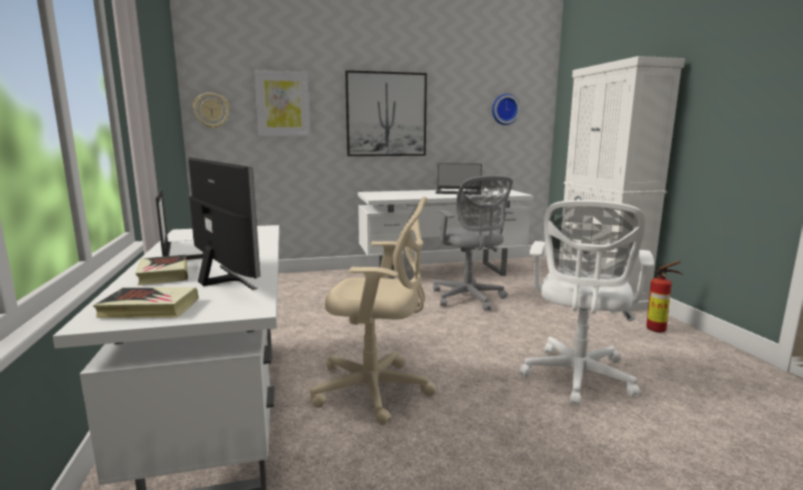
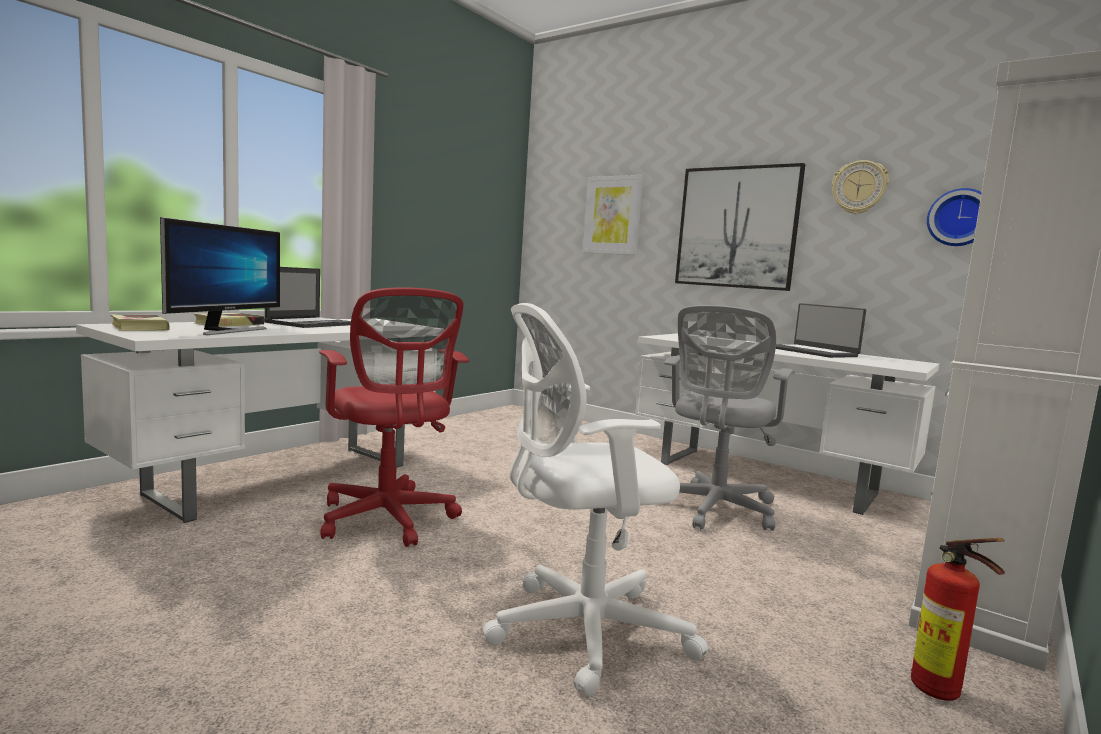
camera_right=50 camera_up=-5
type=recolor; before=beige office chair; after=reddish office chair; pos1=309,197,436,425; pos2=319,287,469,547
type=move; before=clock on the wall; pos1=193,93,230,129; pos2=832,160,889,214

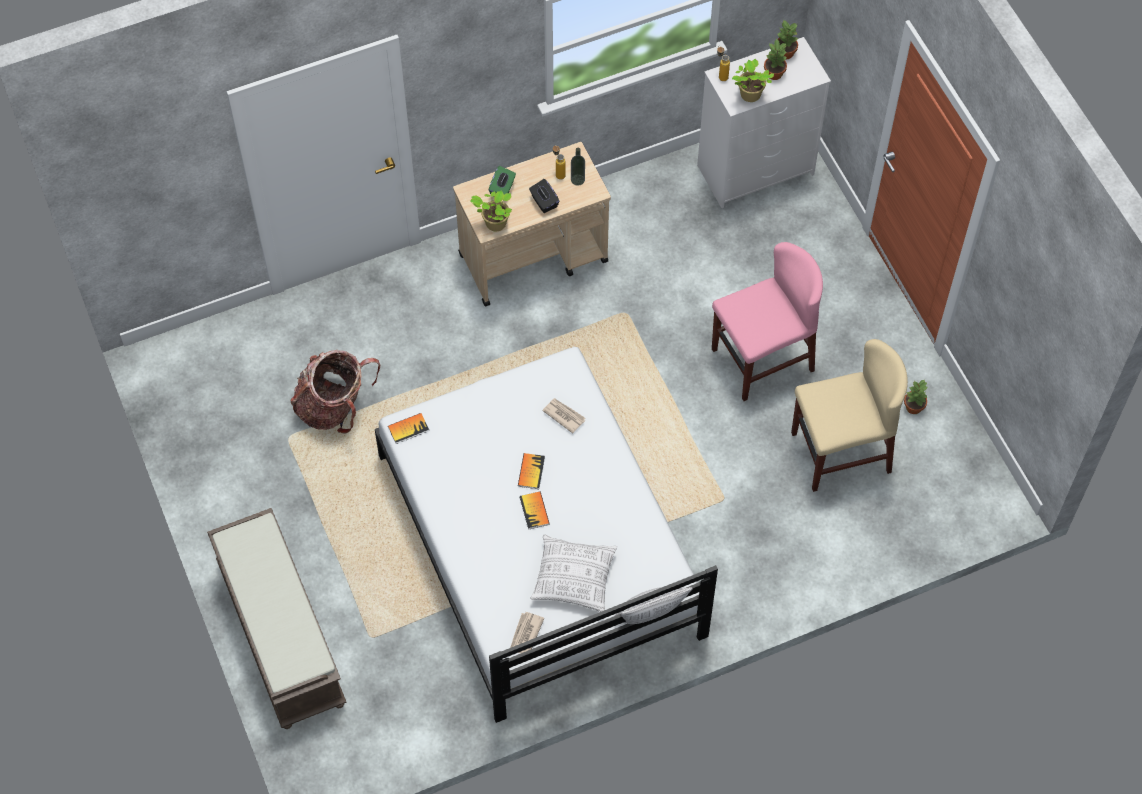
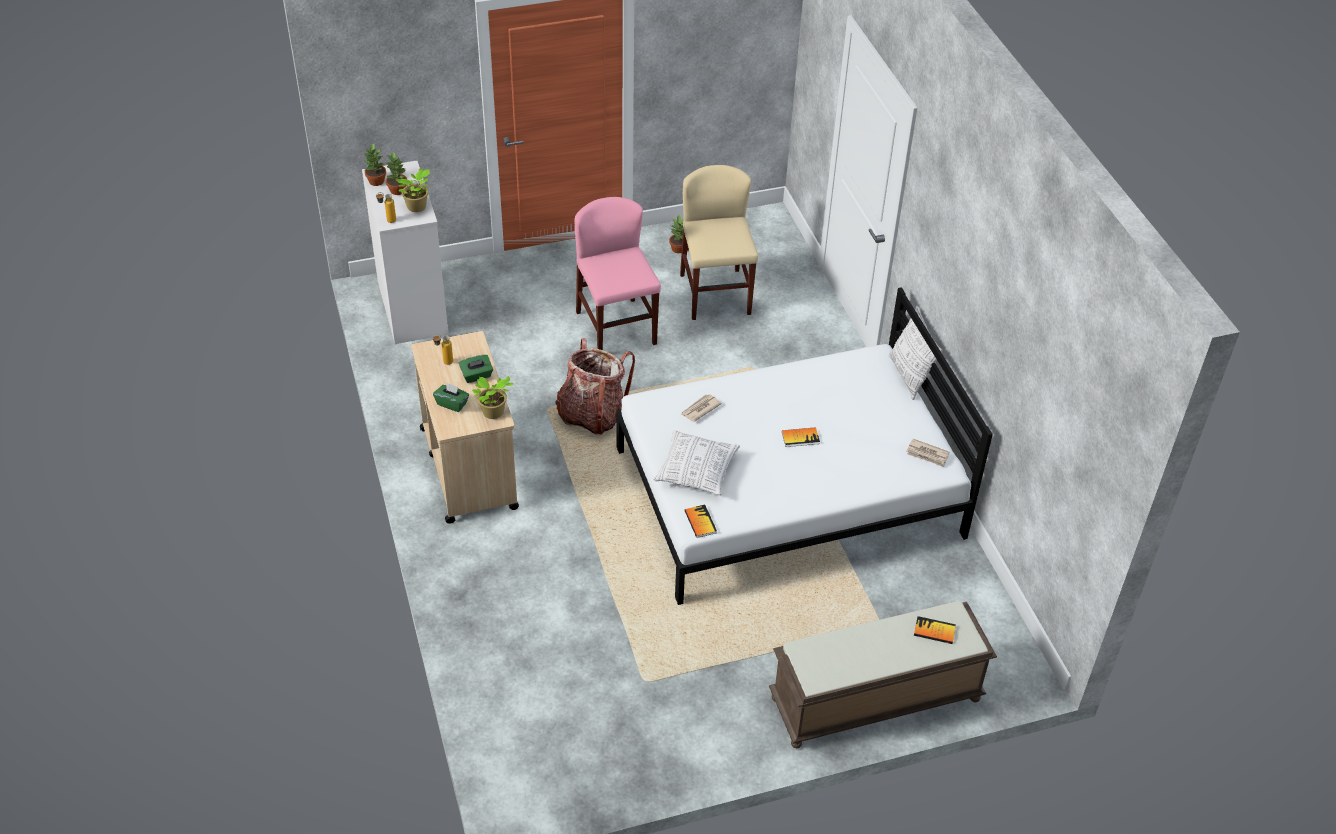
camera_right=-85 camera_up=-15
type=recolor; before=black tissue holder; after=green-coloured tissue holder; pos1=529,179,559,213; pos2=459,355,493,383
type=move; before=backpack; pos1=290,350,380,434; pos2=555,338,635,435
type=move; before=throw pillow; pos1=531,534,617,612; pos2=653,430,740,495
type=move; before=book; pos1=518,453,545,489; pos2=914,616,956,644
type=delete; before=drink bottle; pos1=571,148,585,186

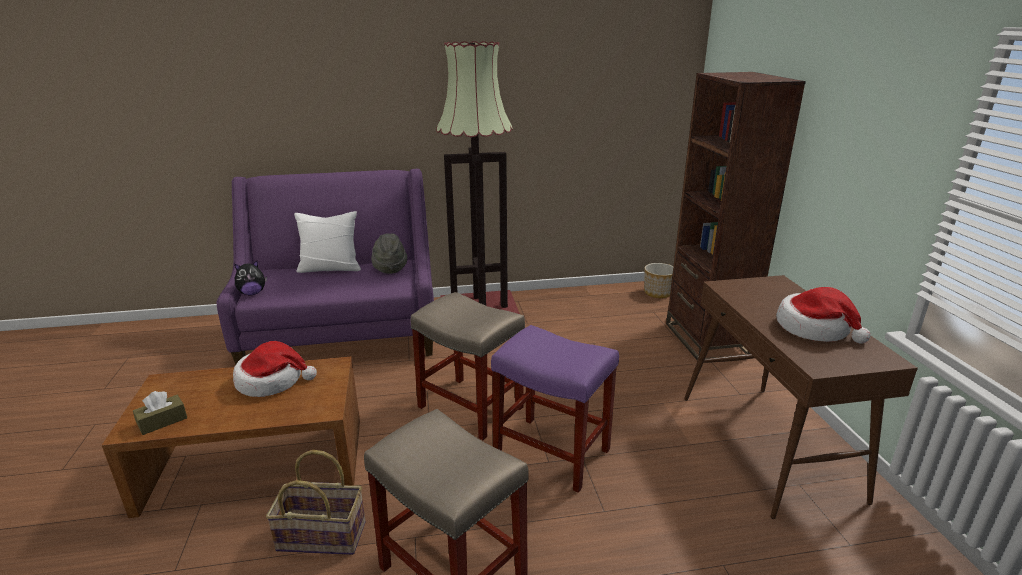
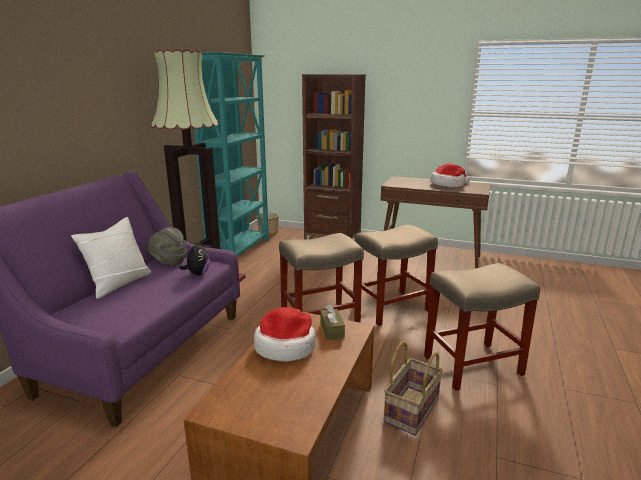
camera_right=-60 camera_up=-5
type=move; before=plush toy; pos1=235,261,267,295; pos2=179,240,210,275
type=insert; after=blue-green bookcase; pos2=194,52,269,256
type=move; before=brown-coloured tissue holder; pos1=133,391,187,435; pos2=320,305,345,340
type=recolor; before=purple sitting stool; after=beige sitting stool; pos1=491,325,619,493; pos2=353,225,438,326

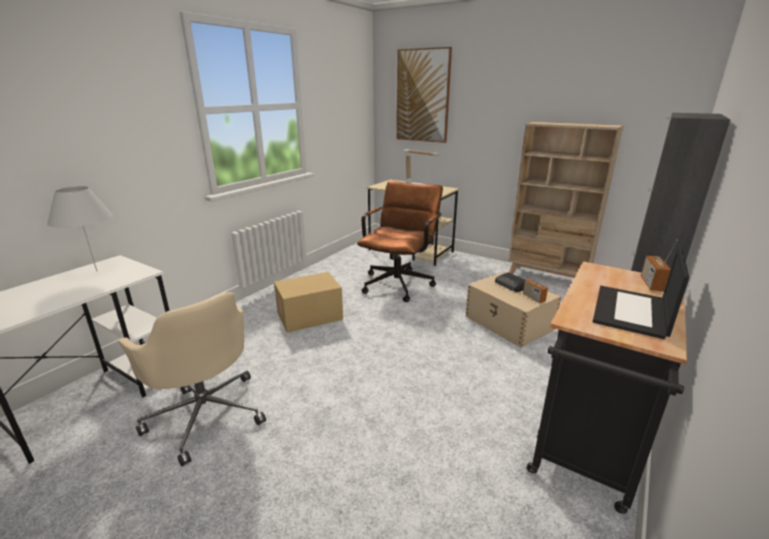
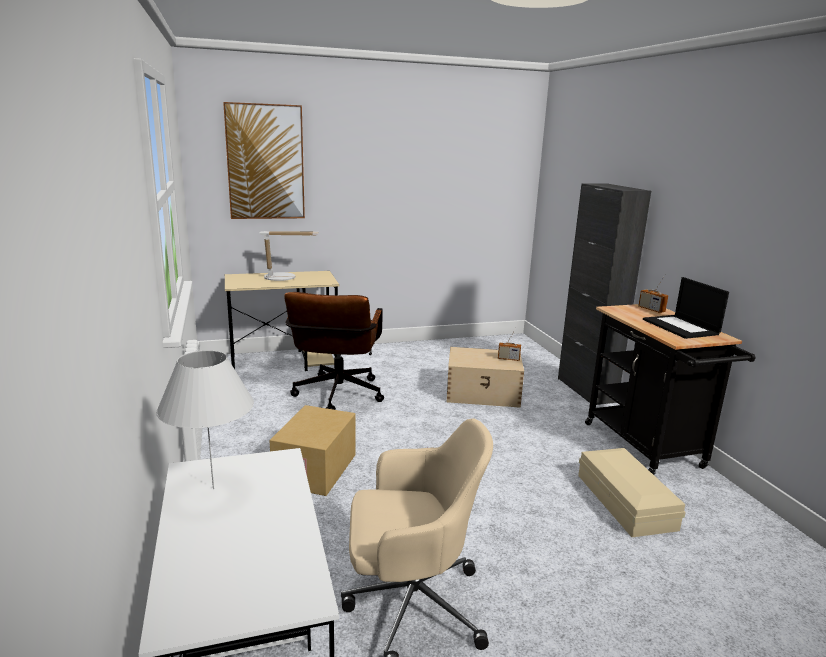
camera_right=-50 camera_up=-5
type=rotate; before=brown-coloured office chair; pos1=357,181,443,302; pos2=284,292,384,410; turn=-150
type=insert; after=beige storage container; pos2=578,448,686,537
type=delete; before=radio; pos1=495,272,526,292
type=delete; before=beige bookcase; pos1=508,122,623,278

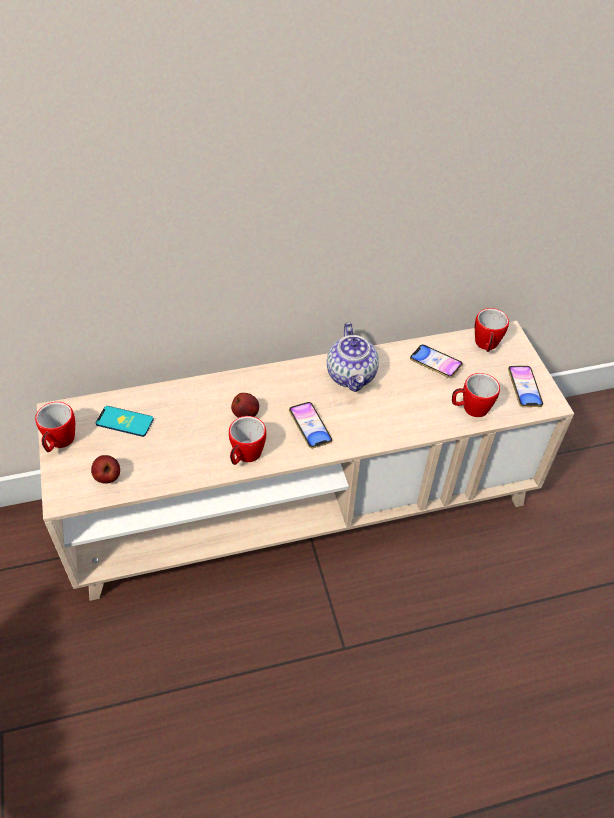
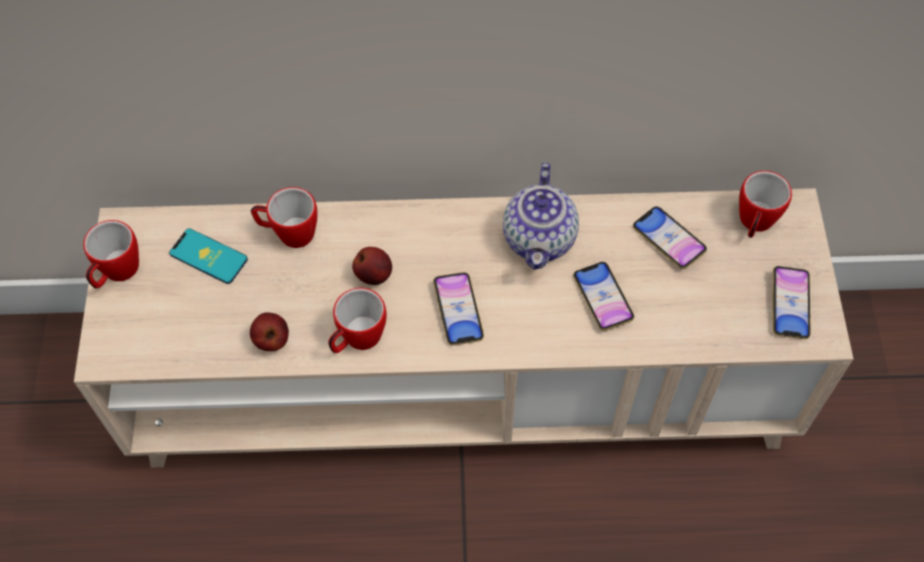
camera_right=15 camera_up=10
type=move; before=whole apple; pos1=91,455,120,484; pos2=250,312,289,351
type=move; before=tea mug; pos1=452,373,500,417; pos2=251,187,318,248
type=insert; after=handset; pos2=573,262,634,331

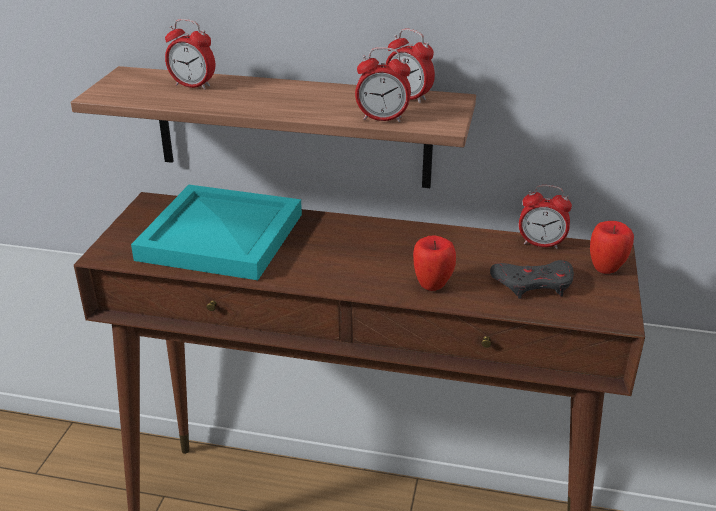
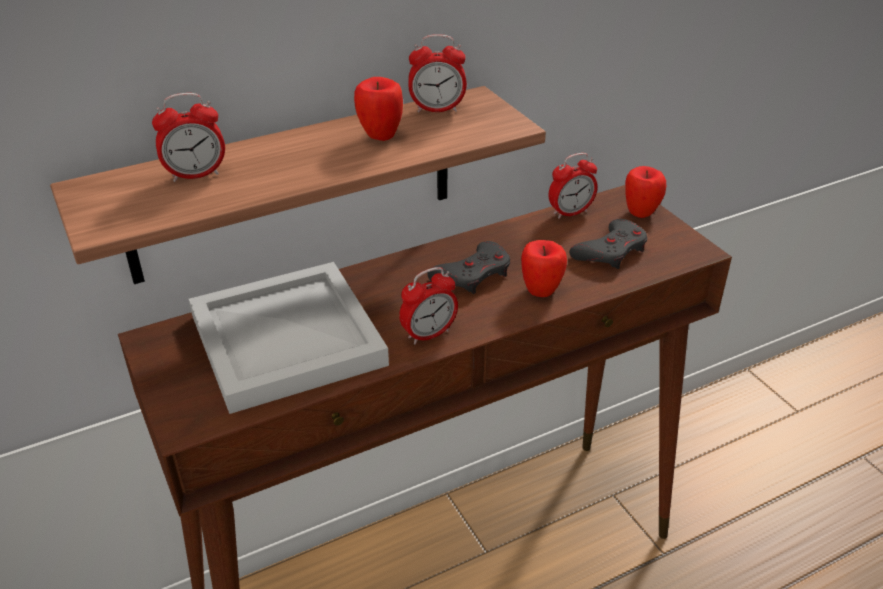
camera_right=-40 camera_up=5
type=recolor; before=blue-green carrying tray; after=white-coloured carrying tray; pos1=131,185,302,280; pos2=189,262,389,414
type=insert; after=whole apple; pos2=354,77,403,141
type=move; before=table clock; pos1=355,47,411,122; pos2=399,267,458,345
type=insert; after=grey joypad; pos2=427,241,510,294

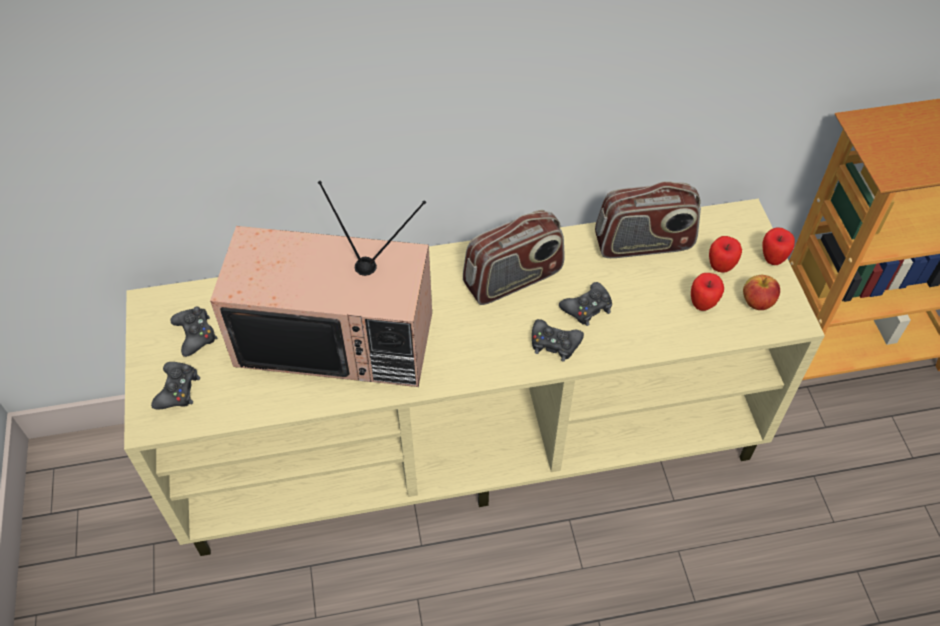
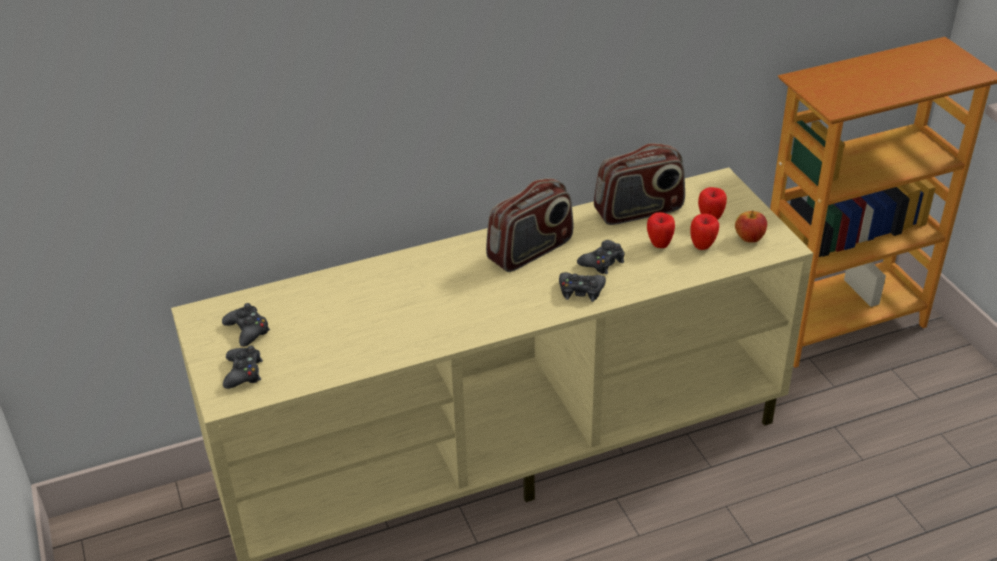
camera_right=-10 camera_up=-15
type=move; before=whole apple; pos1=762,227,795,265; pos2=647,212,675,248
type=delete; before=TV; pos1=210,181,432,387

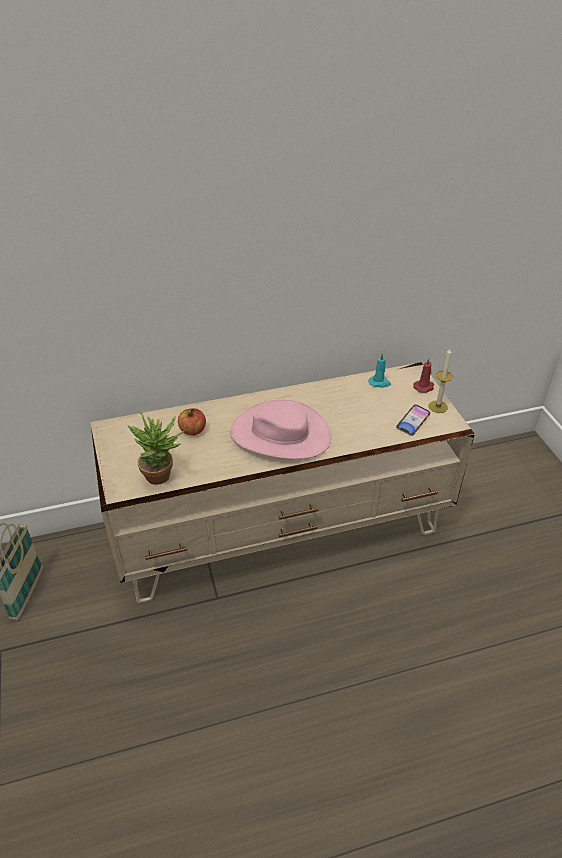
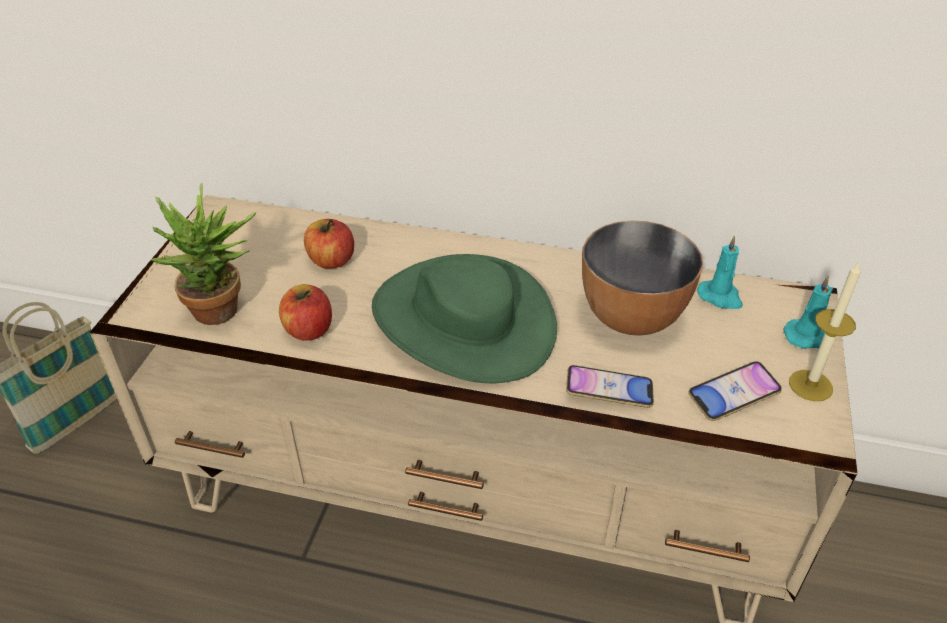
camera_right=30 camera_up=0
type=insert; after=whole apple; pos2=279,284,332,341
type=recolor; before=pink-coloured clothing hat; after=green-coloured clothing hat; pos1=230,400,331,459; pos2=372,254,557,383
type=insert; after=handset; pos2=566,365,654,408
type=insert; after=serving bowl; pos2=582,220,703,336
type=recolor; before=reddish candle; after=blue-green candle; pos1=413,358,434,393; pos2=783,275,833,349

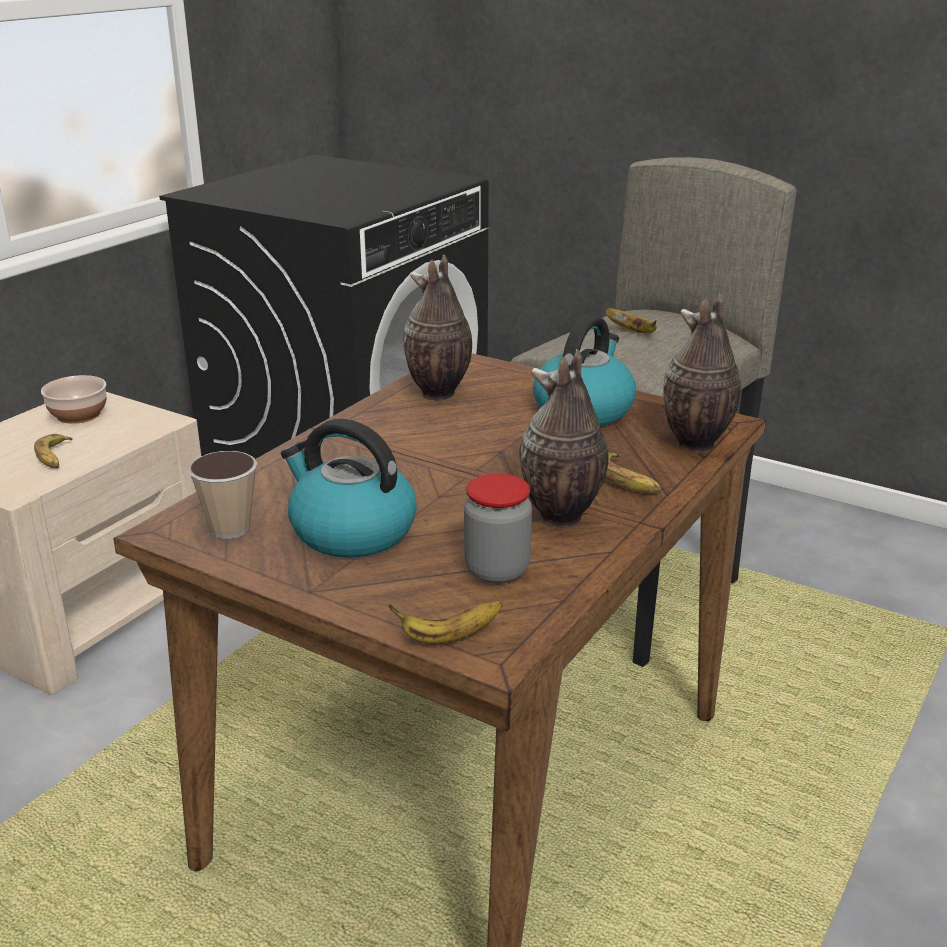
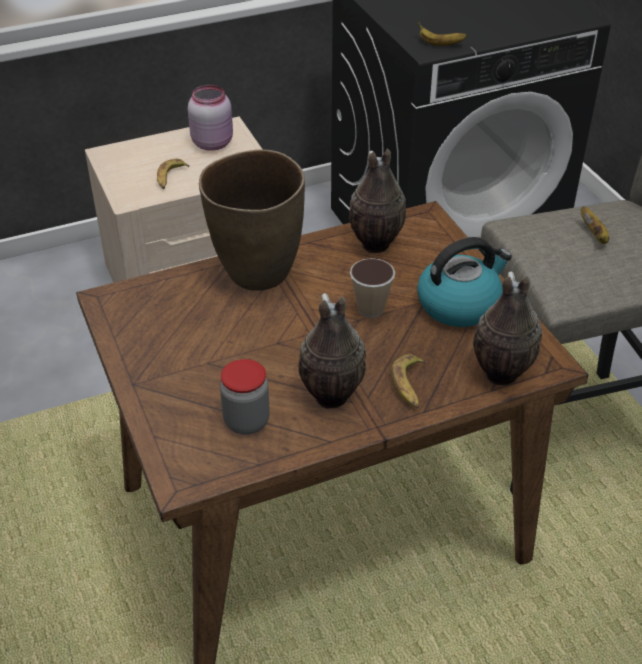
camera_right=35 camera_up=15
type=replace; before=serving bowl; after=pink-coloured preserve jar; pos1=41,375,107,424; pos2=188,85,233,151
type=insert; after=brown-coloured decorative vase; pos2=199,149,305,291
type=move; before=drinking cup; pos1=188,451,257,539; pos2=350,258,395,318
type=move; before=banana fruit; pos1=388,600,502,644; pos2=418,21,467,46
type=delete; before=kettle; pos1=281,419,417,558

